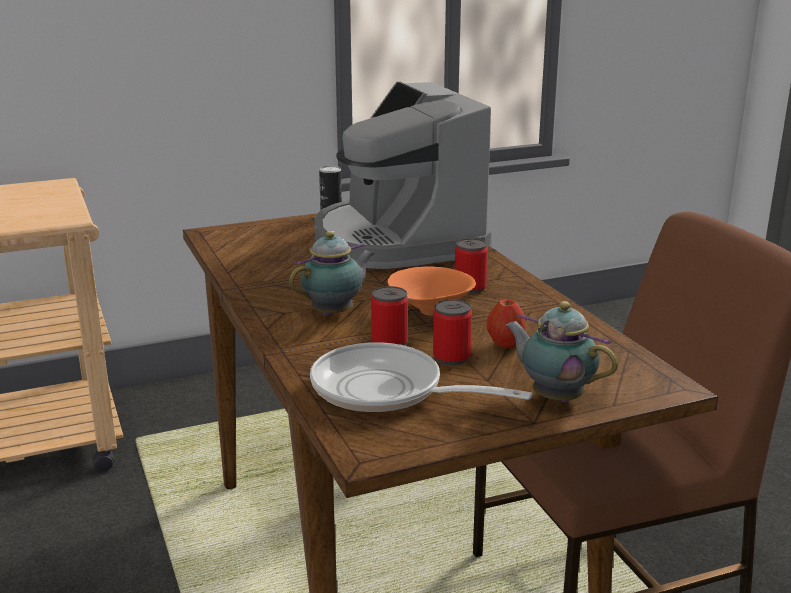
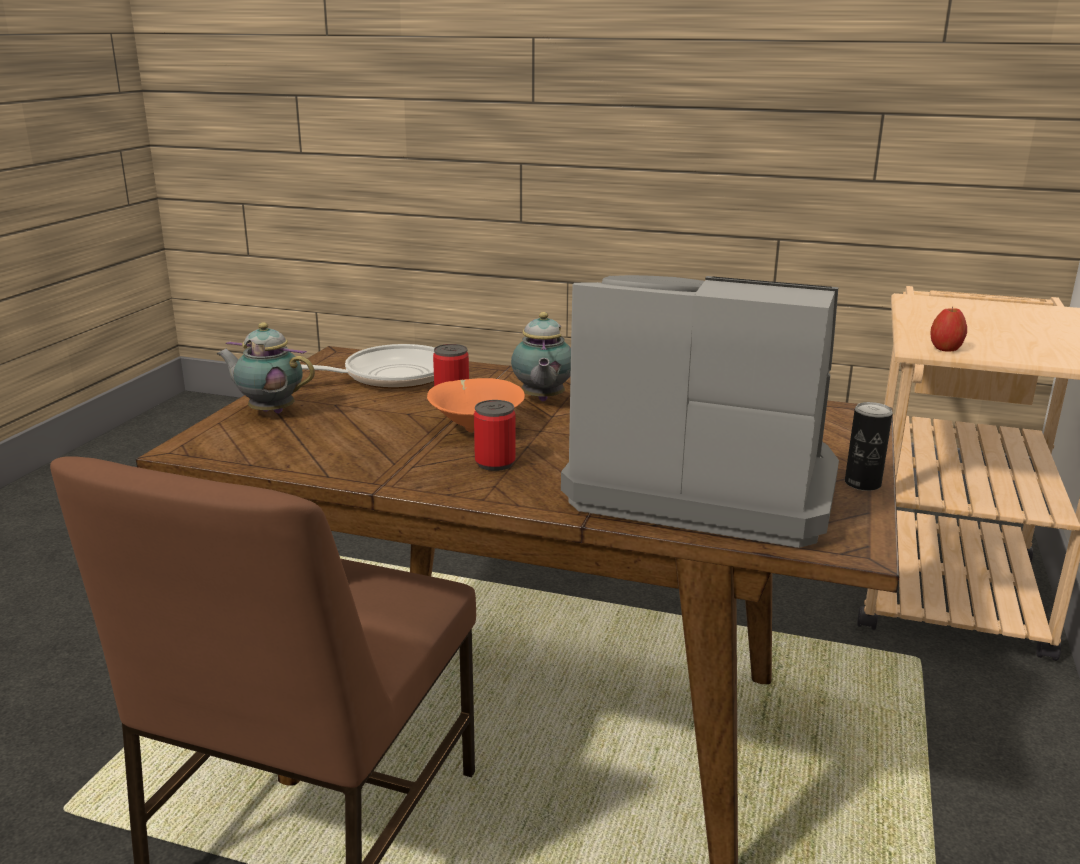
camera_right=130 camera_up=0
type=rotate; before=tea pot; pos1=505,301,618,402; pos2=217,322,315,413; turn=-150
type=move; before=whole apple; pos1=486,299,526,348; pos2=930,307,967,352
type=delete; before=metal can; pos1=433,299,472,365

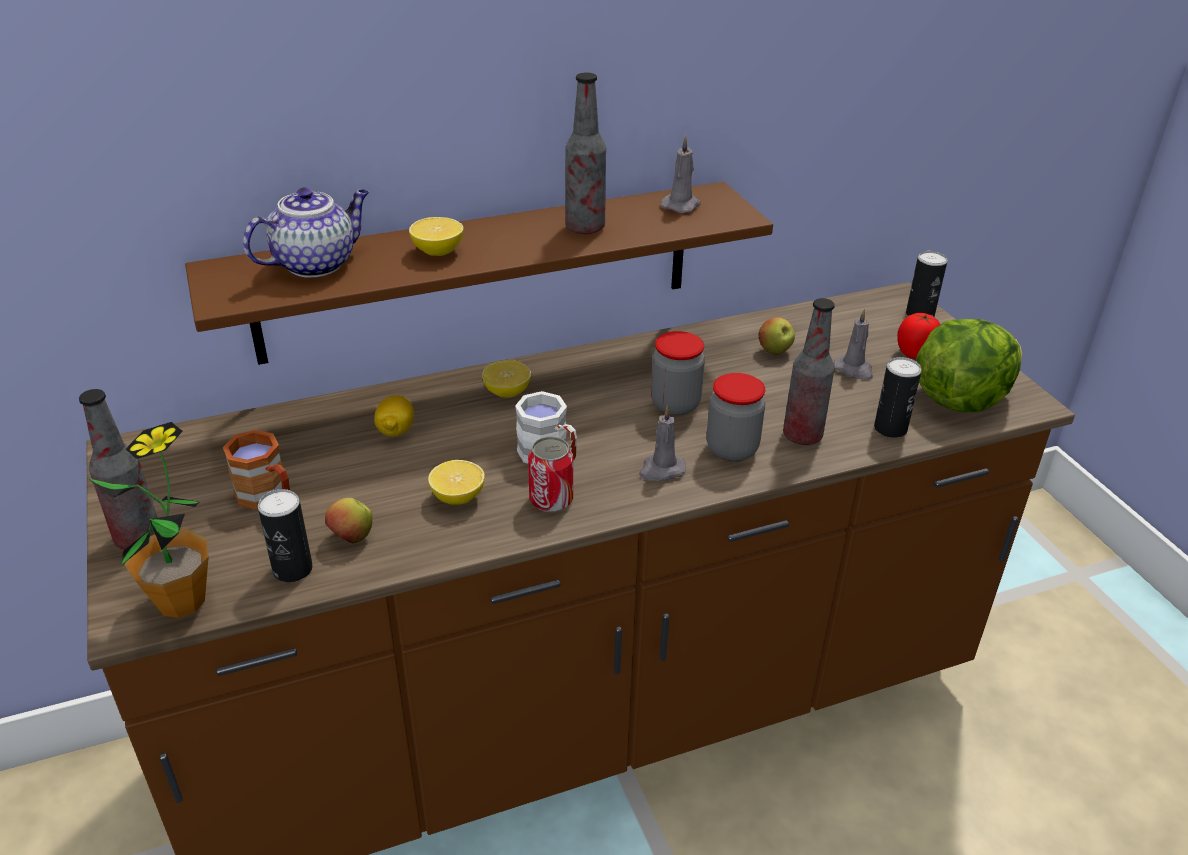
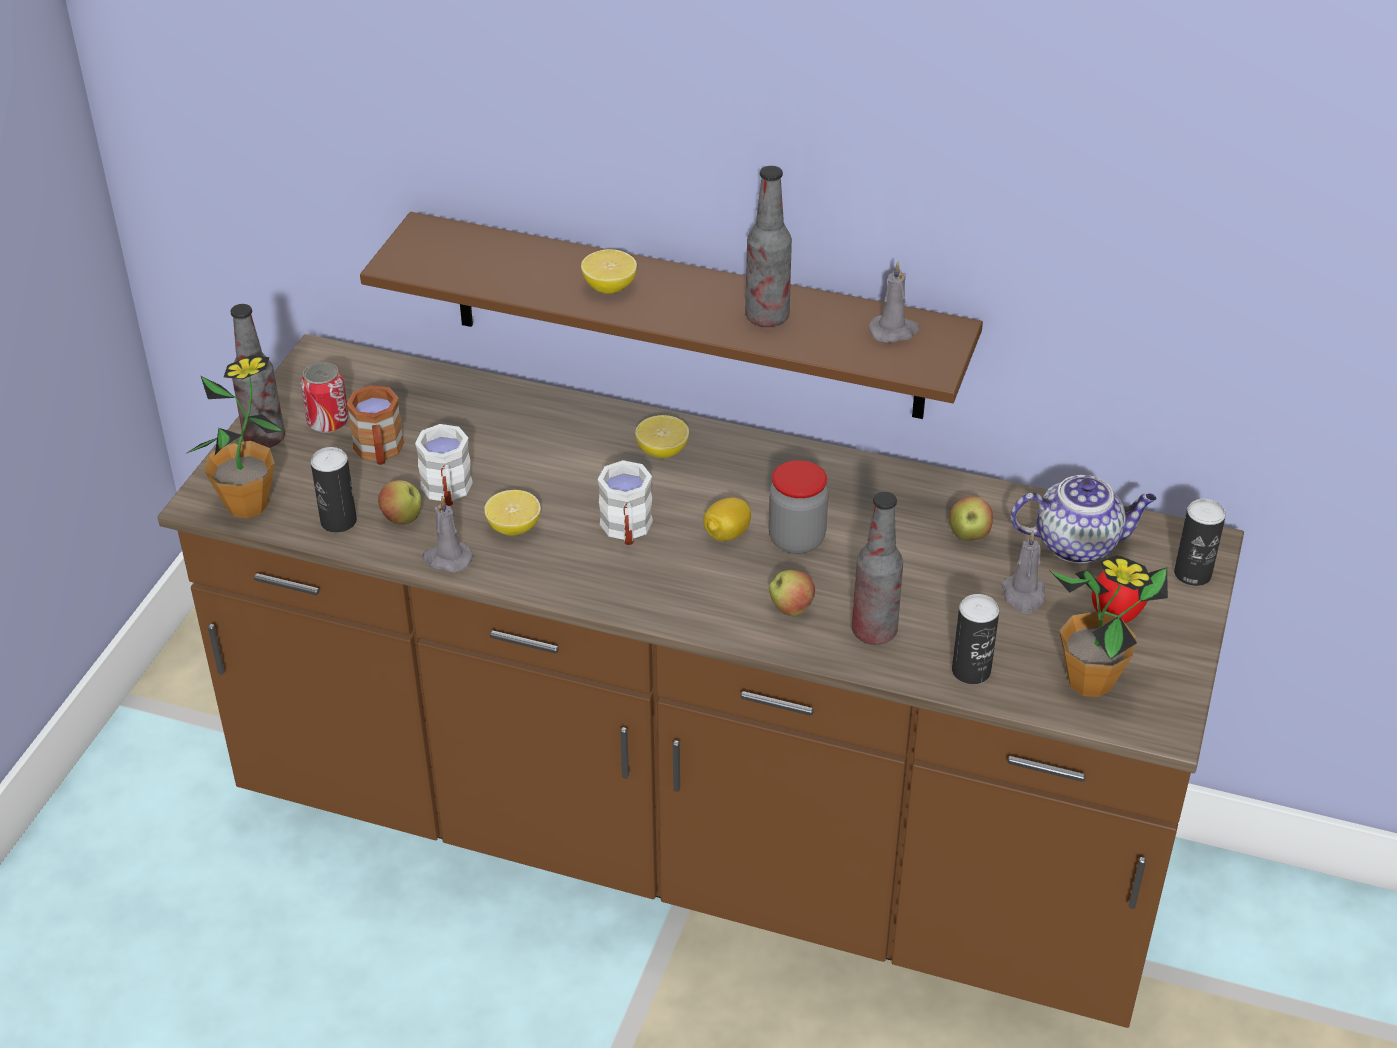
camera_right=40 camera_up=5
type=move; before=metal can; pos1=528,437,573,512; pos2=300,362,349,433
type=insert; after=white-coloured tea mug; pos2=415,424,473,506
type=move; before=grey candle; pos1=639,405,686,481; pos2=422,496,473,573
type=move; before=citrus fruit; pos1=374,395,414,437; pos2=703,497,751,541
type=replace; before=preserve jar; after=whole apple; pos1=707,373,765,462; pos2=769,570,815,616
type=move; before=tea pot; pos1=243,187,369,278; pos2=1011,475,1157,563
type=replace; before=lettuce head; after=houseplant; pos1=916,319,1022,412; pos2=1050,555,1168,697

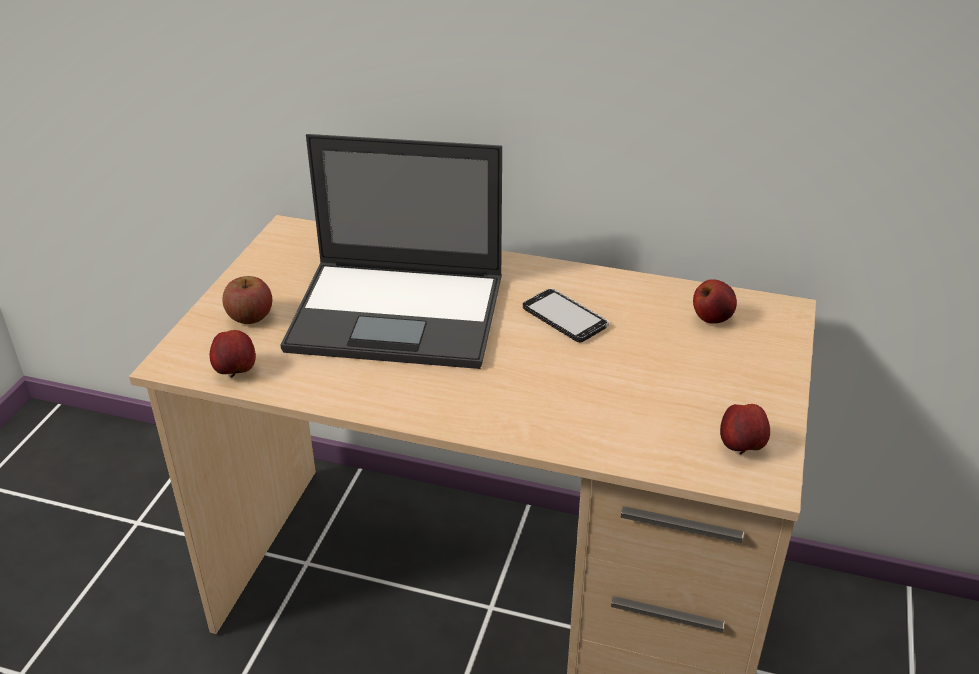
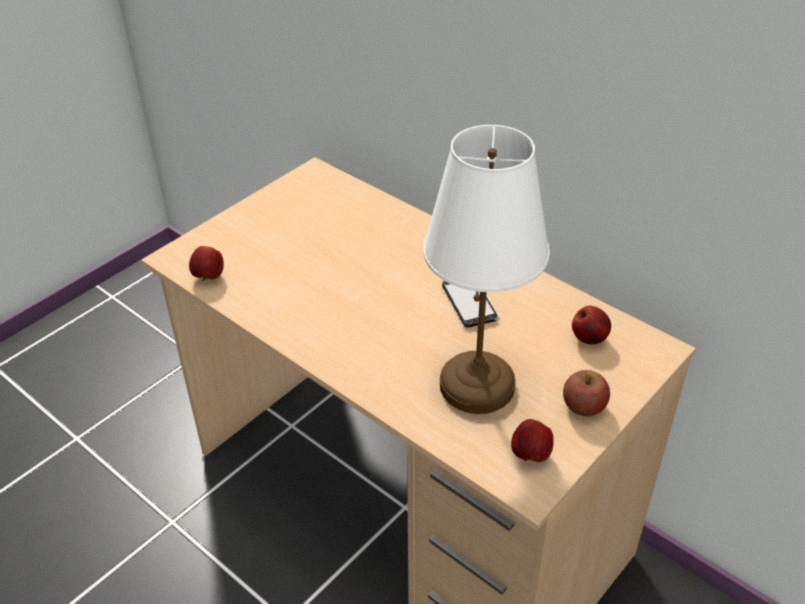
camera_right=25 camera_up=5
type=insert; after=white-coloured table lamp; pos2=423,125,550,414
type=move; before=whole apple; pos1=222,276,272,324; pos2=563,370,610,416
type=delete; before=laptop; pos1=280,134,502,369

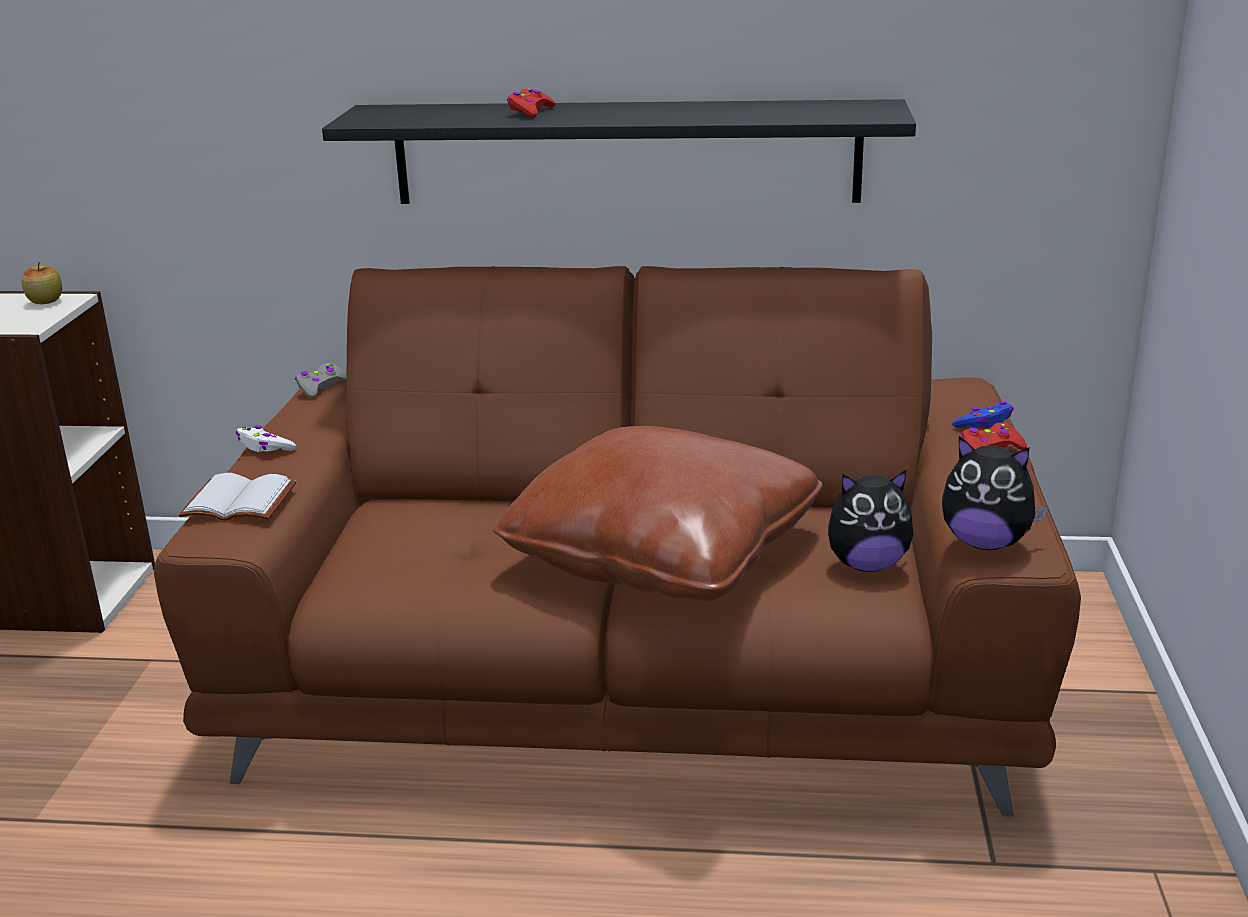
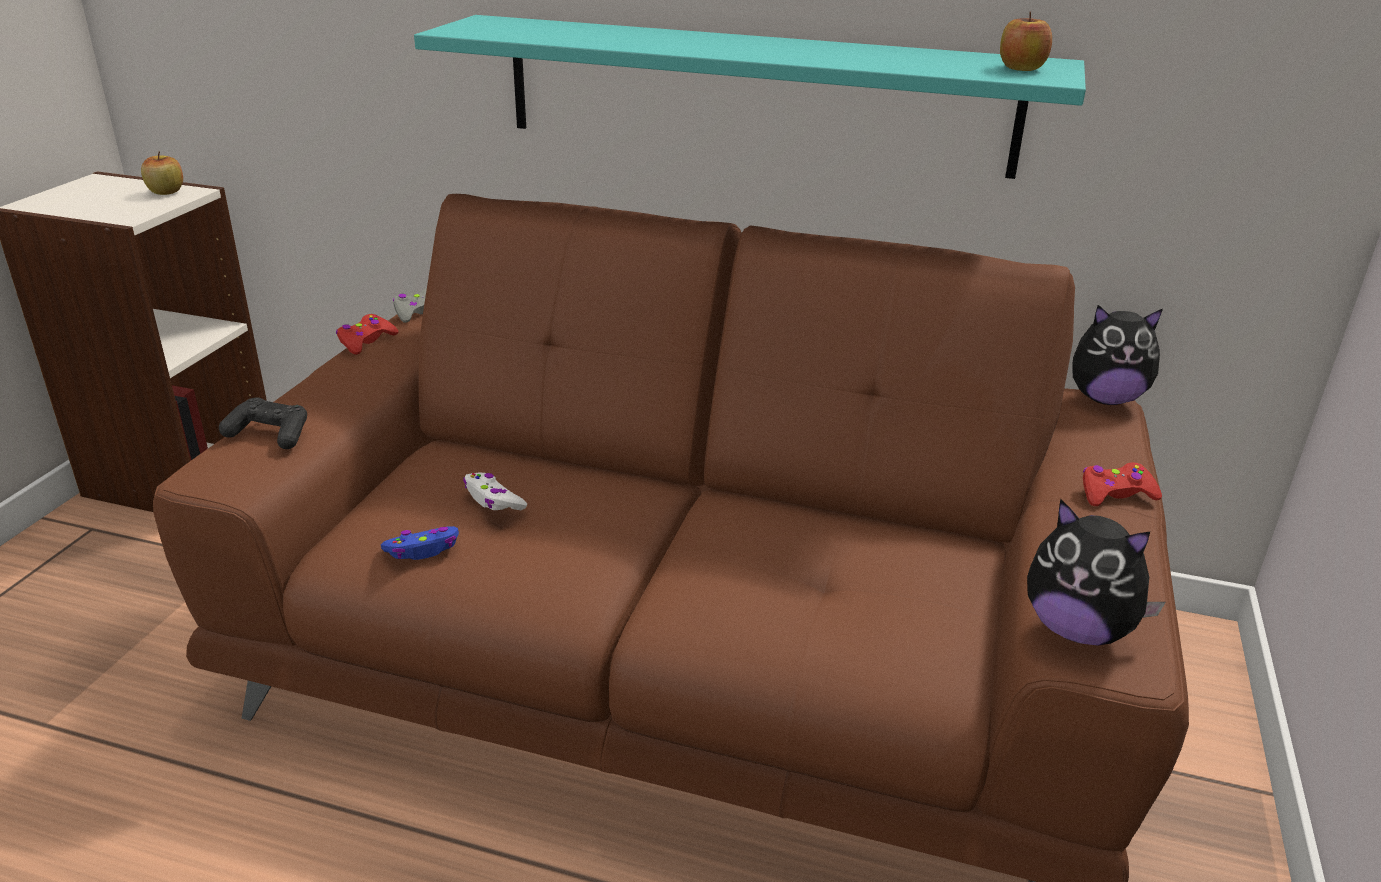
camera_right=10 camera_up=5
type=replace; before=white-coloured book; after=black joypad; pos1=179,473,296,521; pos2=219,398,307,449
type=move; before=reddish joypad; pos1=507,88,556,118; pos2=336,314,399,355
type=move; before=blue joypad; pos1=952,401,1014,428; pos2=381,526,459,560
type=recolor; before=black shelf; after=blue-green shelf; pos1=322,99,916,204; pos2=414,15,1086,179
type=move; before=white-coloured joypad; pos1=236,425,296,452; pos2=463,473,527,510
type=insert; after=whole apple; pos2=1000,11,1052,71
type=move; before=plush toy; pos1=828,469,913,572; pos2=1073,305,1163,405
type=delete; before=brown-coloured throw pillow; pos1=492,426,823,601

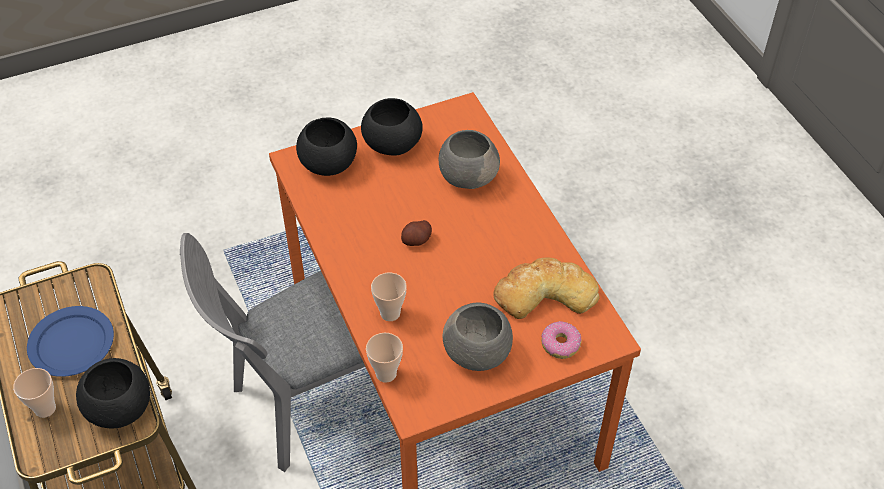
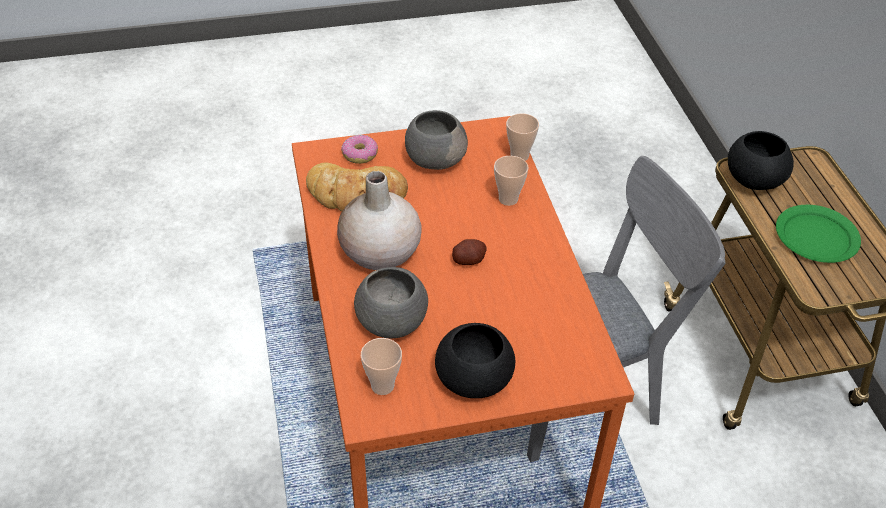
camera_right=-170 camera_up=-5
type=insert; after=beige decorative vase; pos2=337,171,422,270
type=move; before=drinking cup; pos1=13,368,56,418; pos2=361,338,402,395
type=recolor; before=blue plate; after=green-coloured plate; pos1=27,306,114,377; pos2=776,205,861,263
type=delete; before=black serving bowl; pos1=296,118,357,176

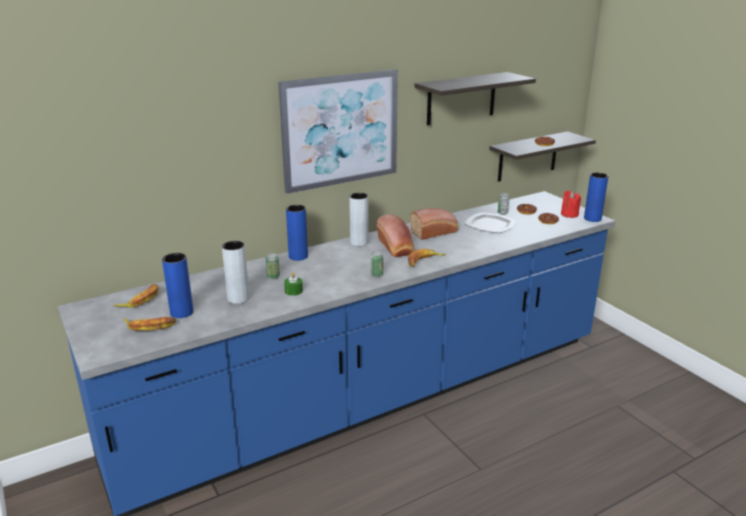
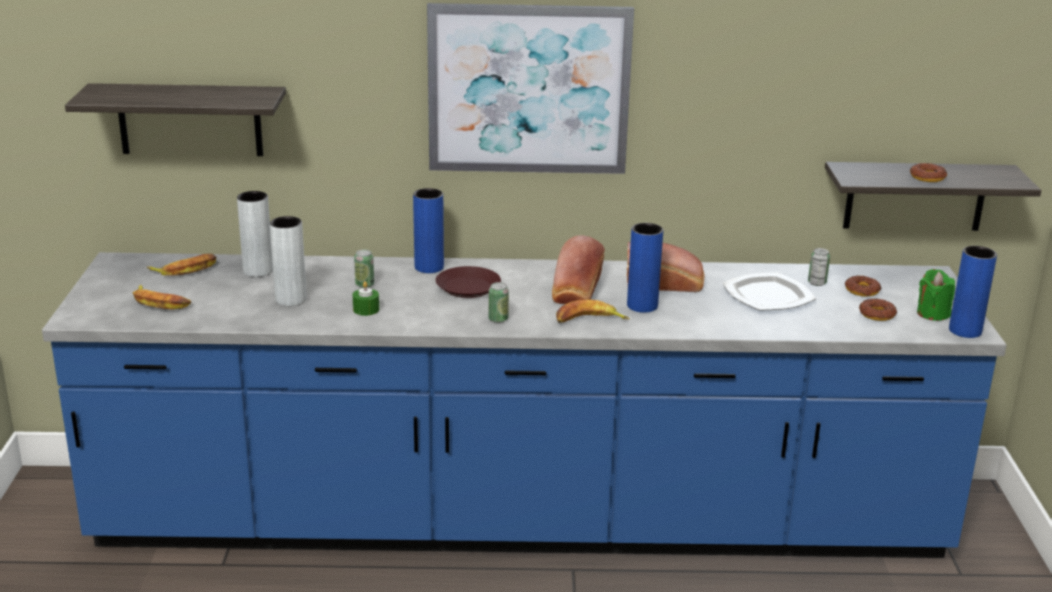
camera_right=30 camera_up=0
type=move; before=shelf; pos1=415,72,536,126; pos2=65,83,286,156
type=move; before=grey decorative vase; pos1=349,193,369,246; pos2=237,191,273,277
type=insert; after=brown-coloured plate; pos2=436,266,501,298
type=move; before=blue decorative vase; pos1=162,253,193,318; pos2=627,223,663,313
type=recolor; before=reddish candle; after=green-coloured candle; pos1=561,191,581,218; pos2=917,269,955,321

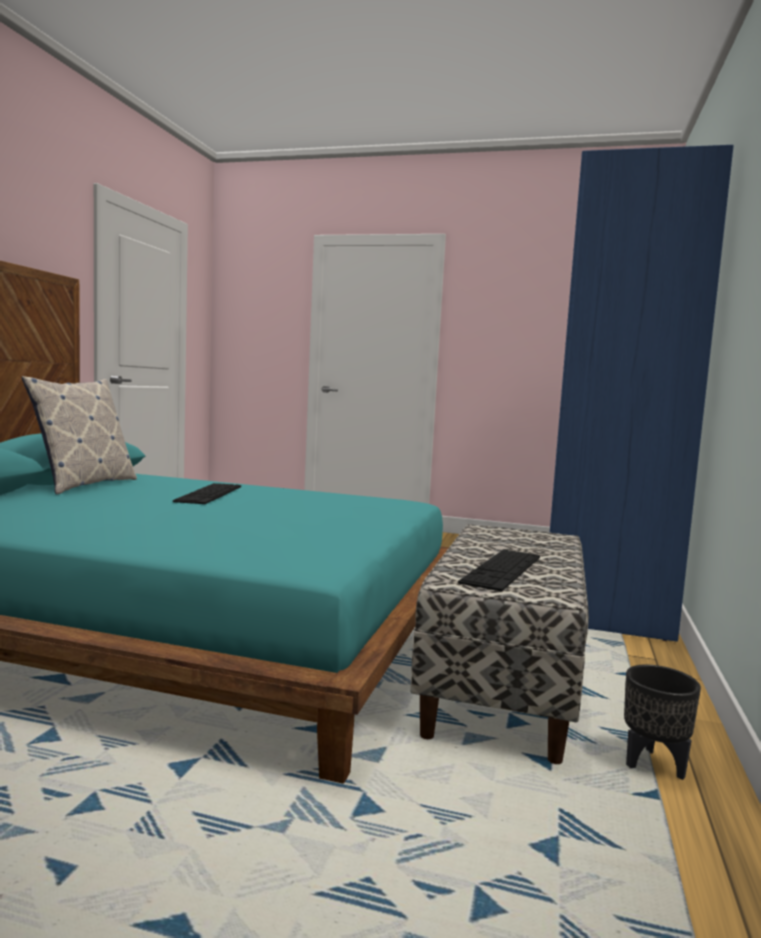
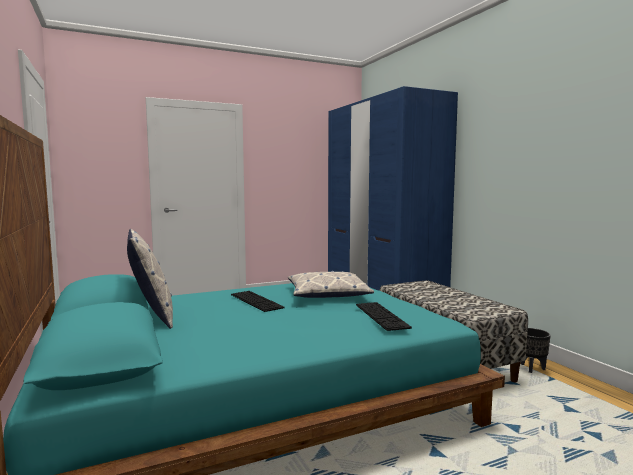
camera_right=-40 camera_up=0
type=insert; after=throw pillow; pos2=288,271,374,298
type=move; before=computer keyboard; pos1=458,550,540,592; pos2=356,302,412,331

